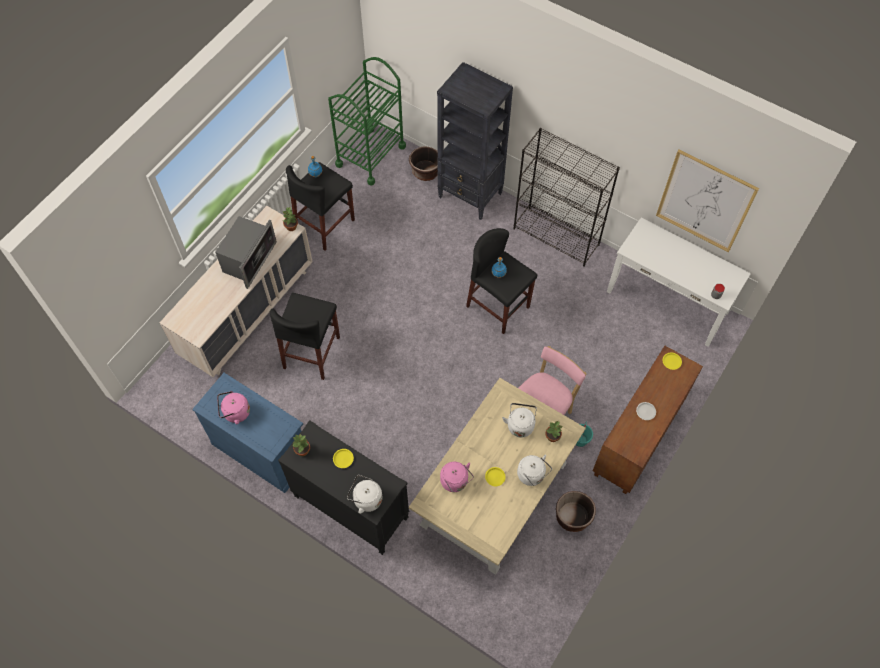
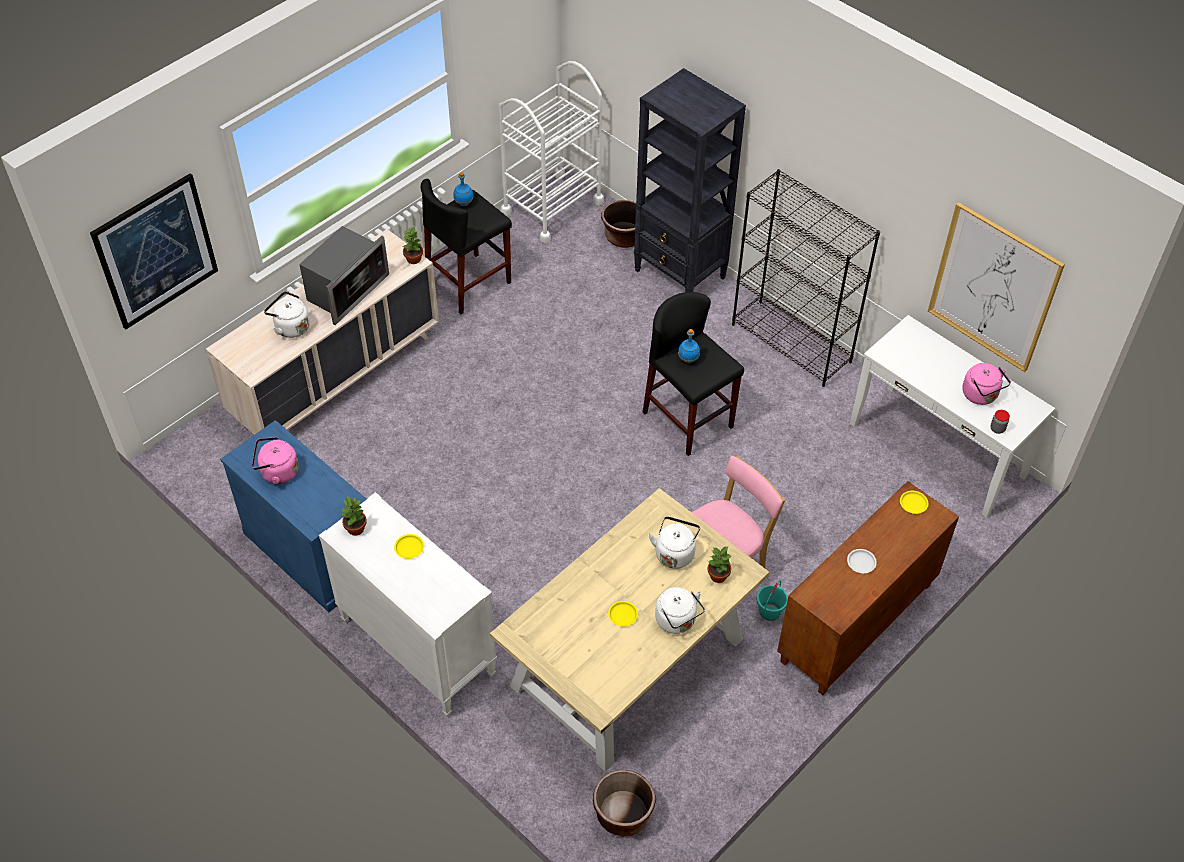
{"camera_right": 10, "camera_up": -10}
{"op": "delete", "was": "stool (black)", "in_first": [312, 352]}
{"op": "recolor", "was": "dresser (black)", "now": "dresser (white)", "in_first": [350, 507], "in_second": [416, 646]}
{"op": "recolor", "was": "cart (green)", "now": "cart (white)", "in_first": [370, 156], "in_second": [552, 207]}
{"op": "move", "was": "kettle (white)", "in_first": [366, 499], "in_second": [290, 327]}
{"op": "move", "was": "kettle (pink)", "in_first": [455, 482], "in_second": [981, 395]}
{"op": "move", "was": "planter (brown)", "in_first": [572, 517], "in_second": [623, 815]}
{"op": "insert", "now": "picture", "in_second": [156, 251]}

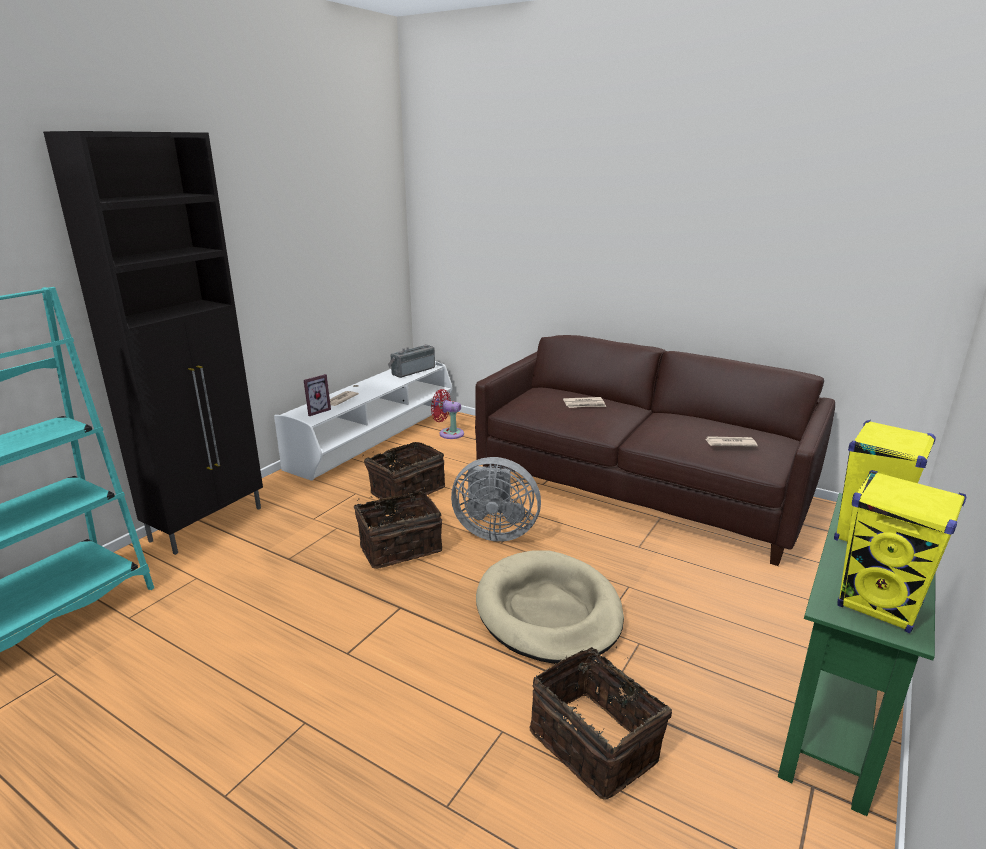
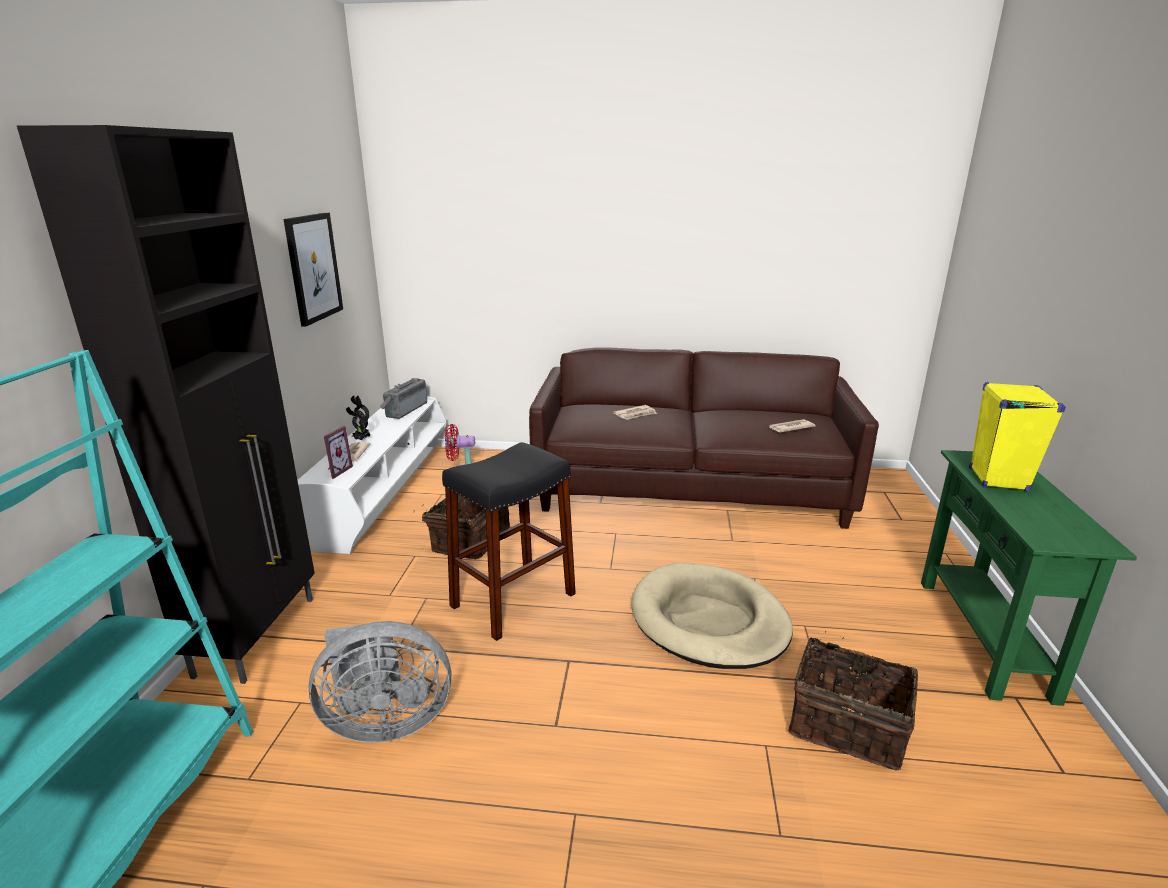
{"camera_right": -25, "camera_up": 0}
{"op": "replace", "was": "basket", "now": "stool (black)", "in_first": [399, 547], "in_second": [513, 600]}
{"op": "move", "was": "fan (grey)", "in_first": [494, 531], "in_second": [385, 721]}
{"op": "delete", "was": "speaker (yellow)", "in_first": [879, 606]}
{"op": "insert", "now": "picture", "in_second": [313, 267]}
{"op": "insert", "now": "potted plant", "in_second": [361, 440]}

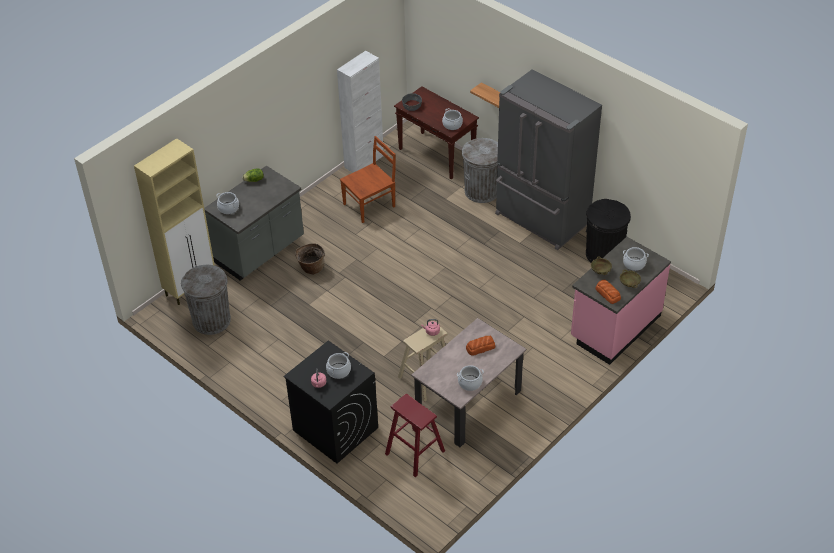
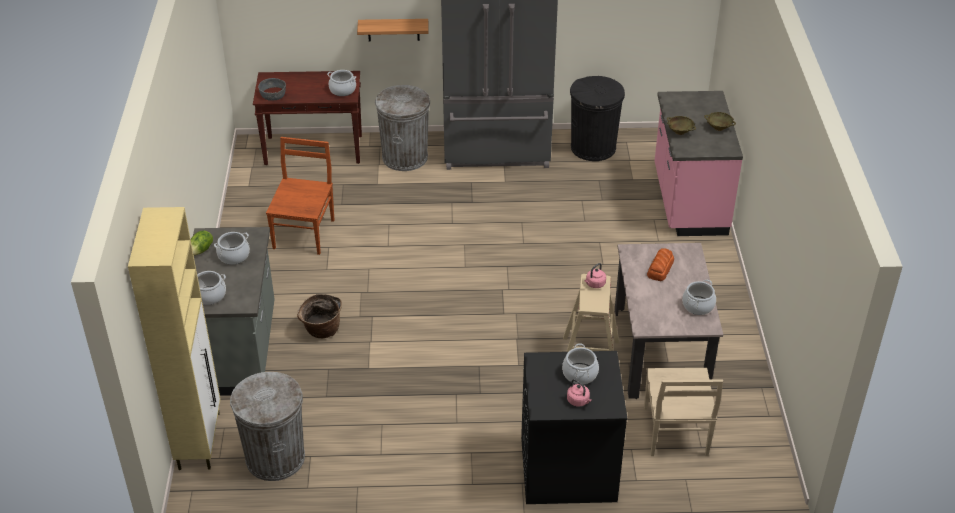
{"camera_right": -45, "camera_up": -5}
{"op": "delete", "was": "cabinet (white)", "in_first": [364, 162]}
{"op": "replace", "was": "stool (red)", "now": "chair (beige)", "in_first": [415, 452], "in_second": [675, 433]}
{"op": "delete", "was": "bread", "in_first": [607, 293]}
{"op": "move", "was": "cooking pot", "in_first": [634, 264], "in_second": [233, 256]}

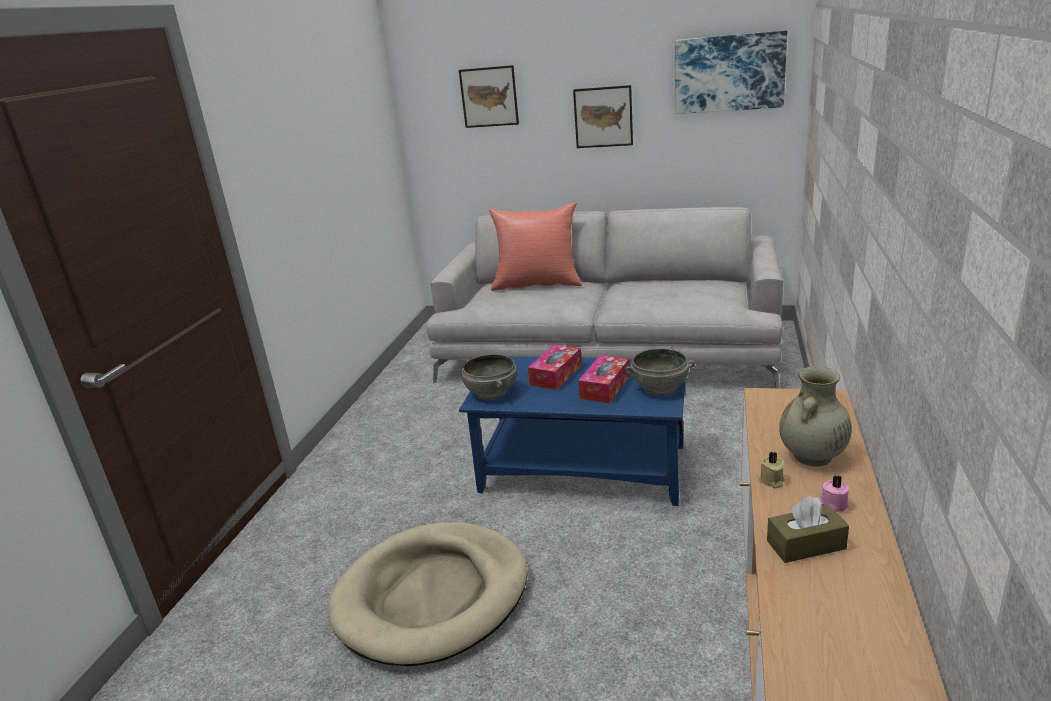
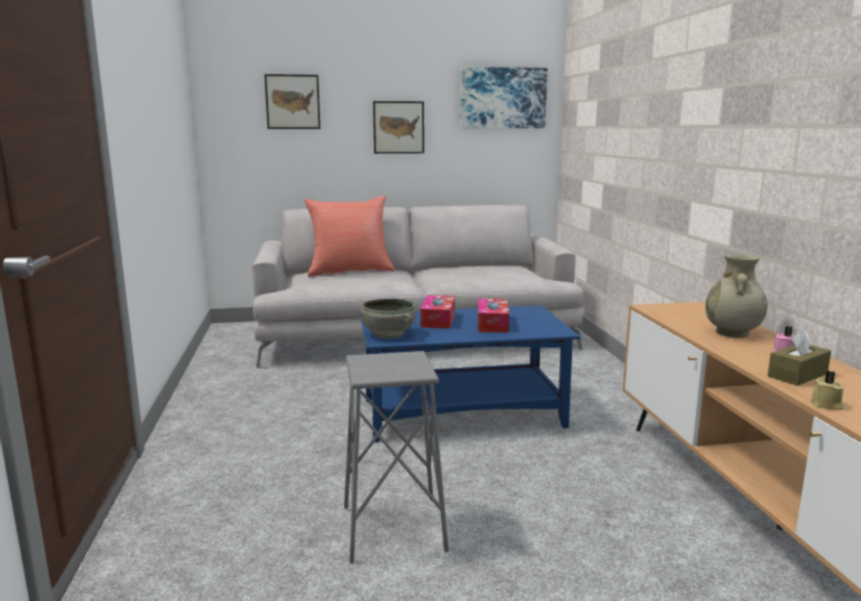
{"camera_right": -25, "camera_up": -10}
{"op": "replace", "was": "dog bed (beige)", "now": "stool (grey)", "in_first": [432, 596], "in_second": [394, 528]}
{"op": "delete", "was": "bowl (grey)", "in_first": [660, 388]}
{"op": "move", "was": "candle (beige)", "in_first": [771, 481], "in_second": [826, 405]}

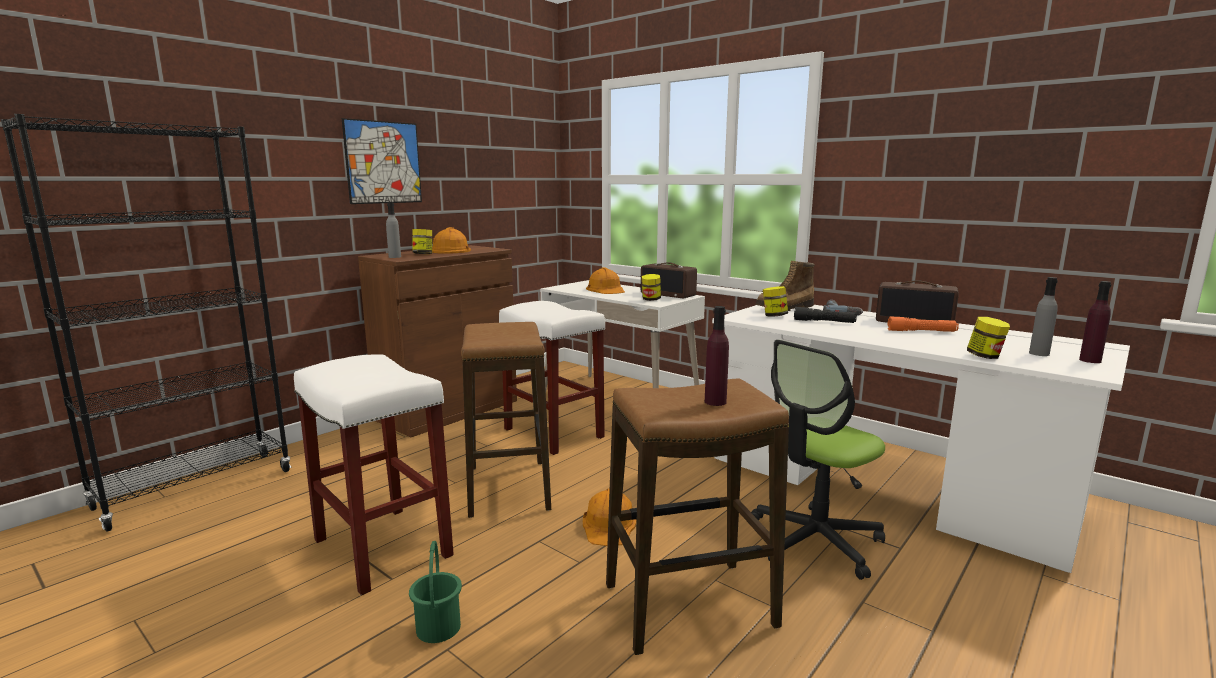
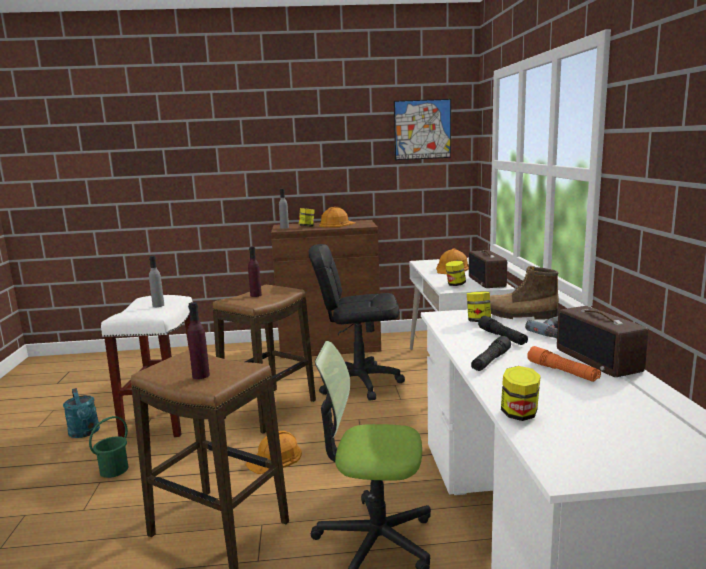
{"camera_right": 45, "camera_up": 0}
{"op": "delete", "was": "bookcase (black)", "in_first": [195, 489]}
{"op": "move", "was": "picture", "in_first": [383, 162], "in_second": [422, 129]}
{"op": "replace", "was": "stool (white)", "now": "office chair (black)", "in_first": [552, 433], "in_second": [359, 382]}
{"op": "move", "was": "bottle (grey)", "in_first": [1039, 353], "in_second": [158, 305]}
{"op": "move", "was": "bottle (purple)", "in_first": [1090, 360], "in_second": [256, 295]}
{"op": "insert", "now": "watering can (turquoise)", "in_second": [85, 433]}
{"op": "insert", "now": "flashlight (black)", "in_second": [490, 361]}

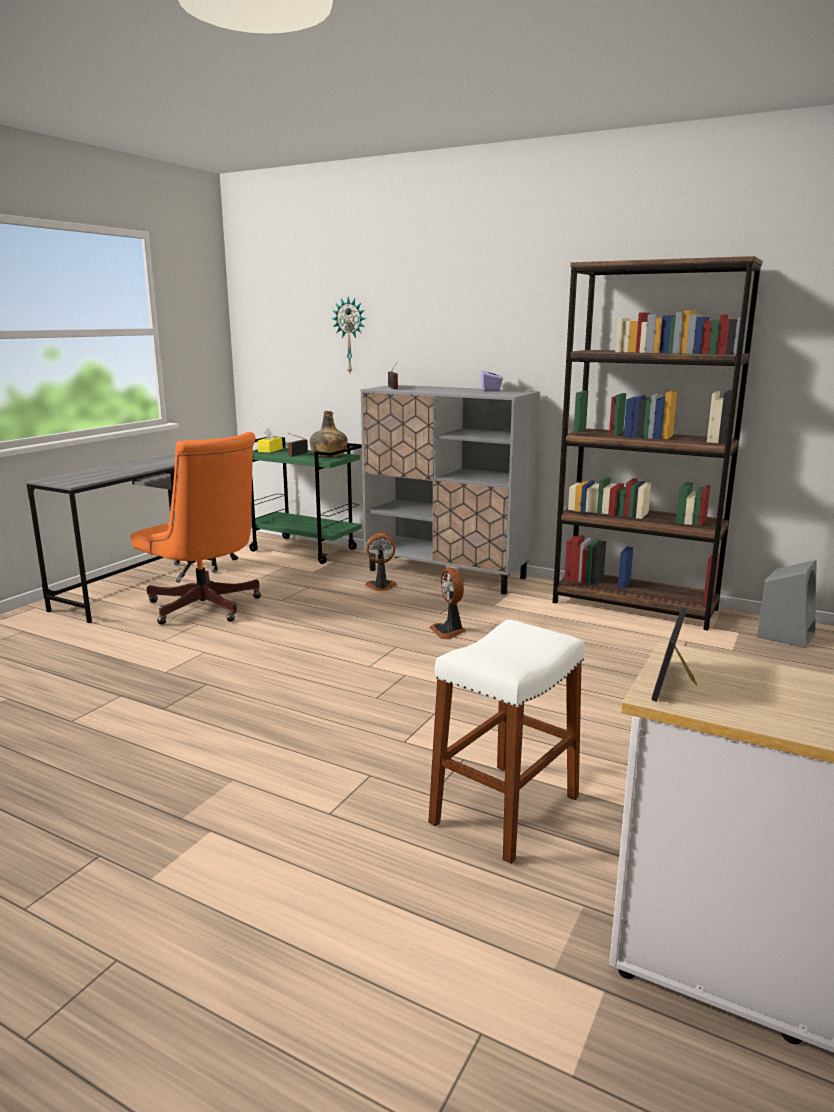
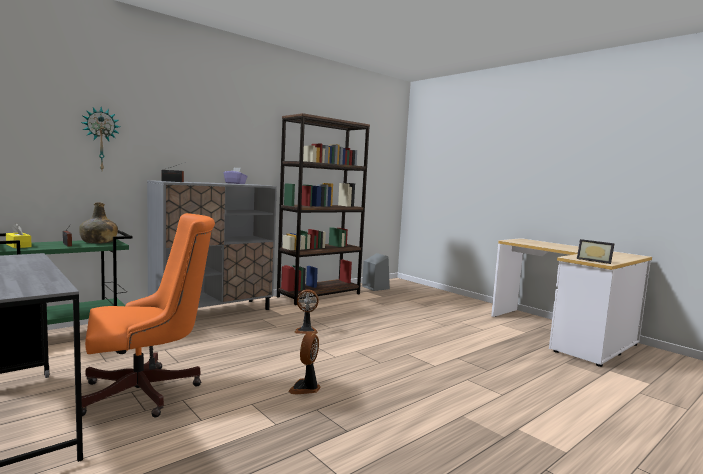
{"camera_right": -70, "camera_up": -10}
{"op": "move", "was": "fan", "in_first": [381, 587], "in_second": [306, 388]}
{"op": "delete", "was": "stool (white)", "in_first": [505, 810]}

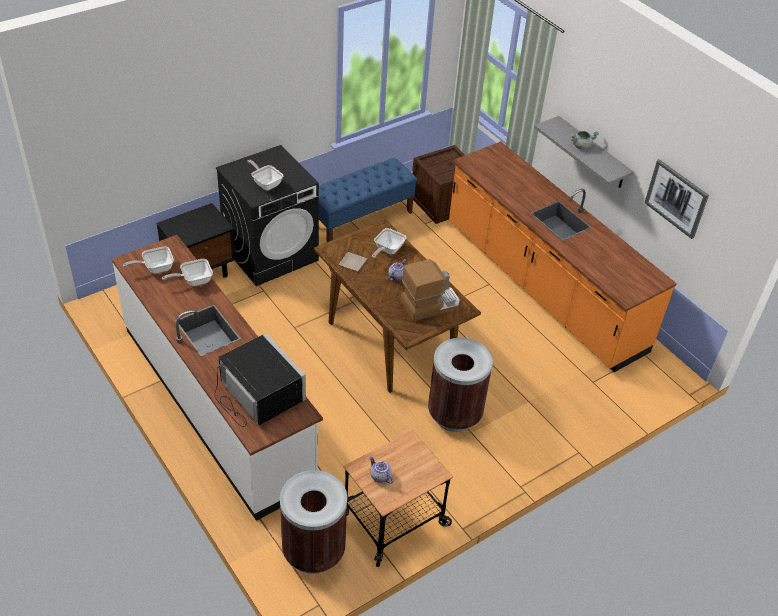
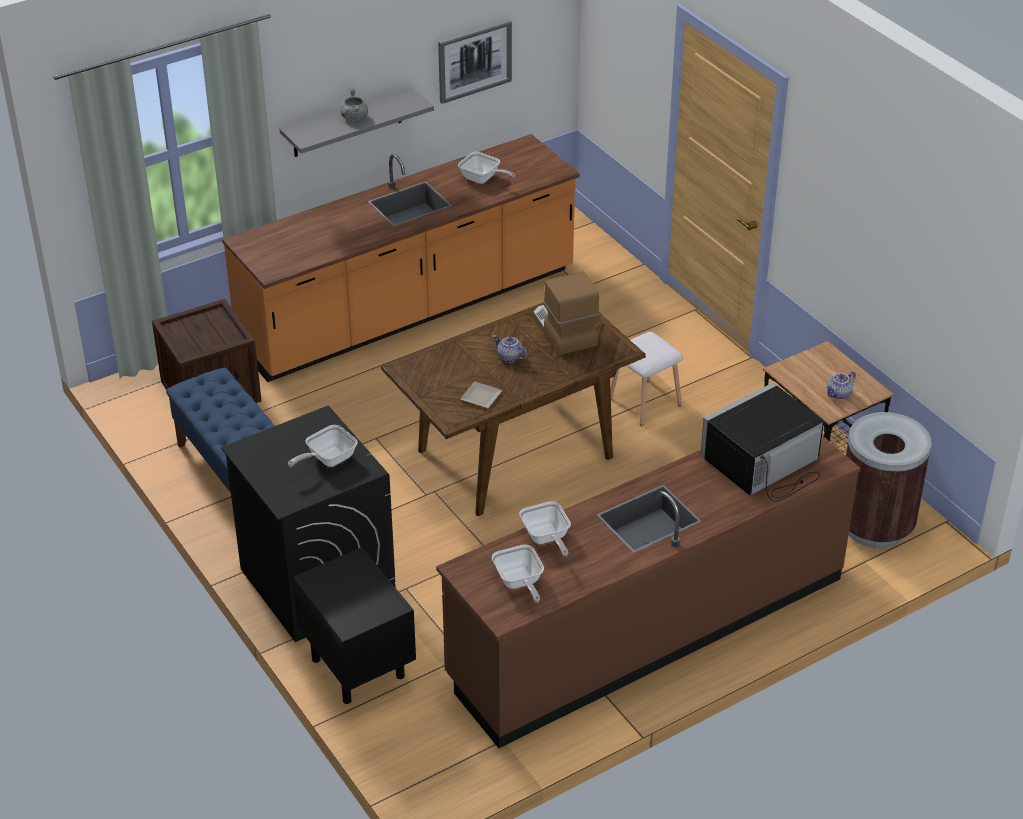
{"camera_right": -85, "camera_up": -5}
{"op": "recolor", "was": "counter (white)", "now": "counter (brown)", "in_first": [217, 404], "in_second": [647, 628]}
{"op": "move", "was": "frying pan", "in_first": [387, 250], "in_second": [482, 179]}
{"op": "replace", "was": "trash can (brown)", "now": "stool (white)", "in_first": [454, 414], "in_second": [646, 402]}

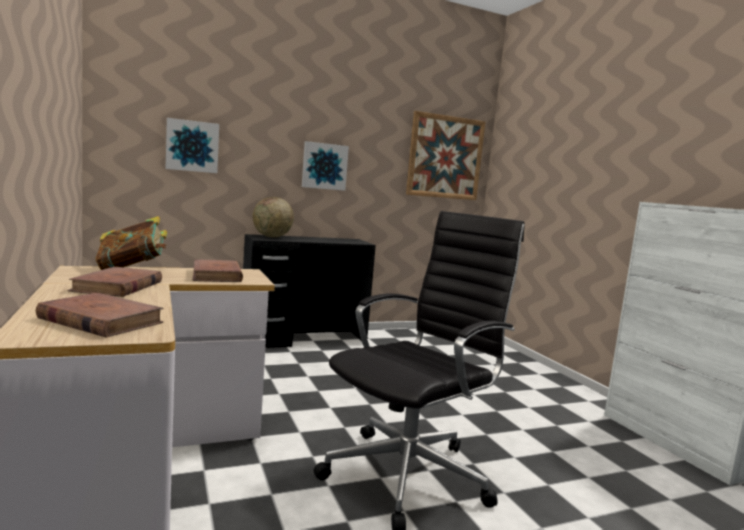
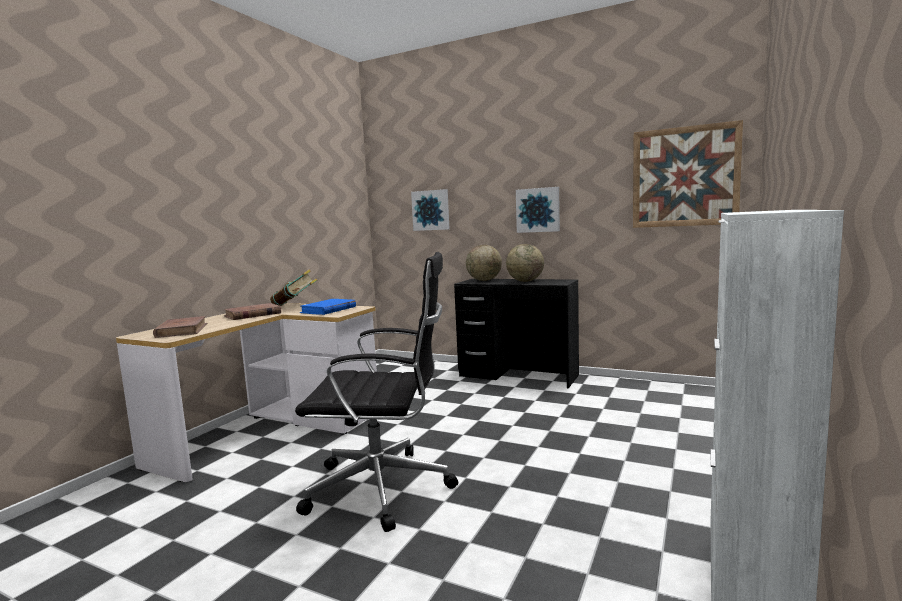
{"camera_right": 50, "camera_up": 0}
{"op": "recolor", "was": "book (brown)", "now": "book (blue)", "in_first": [216, 275], "in_second": [328, 310]}
{"op": "insert", "now": "globe", "in_second": [525, 281]}

